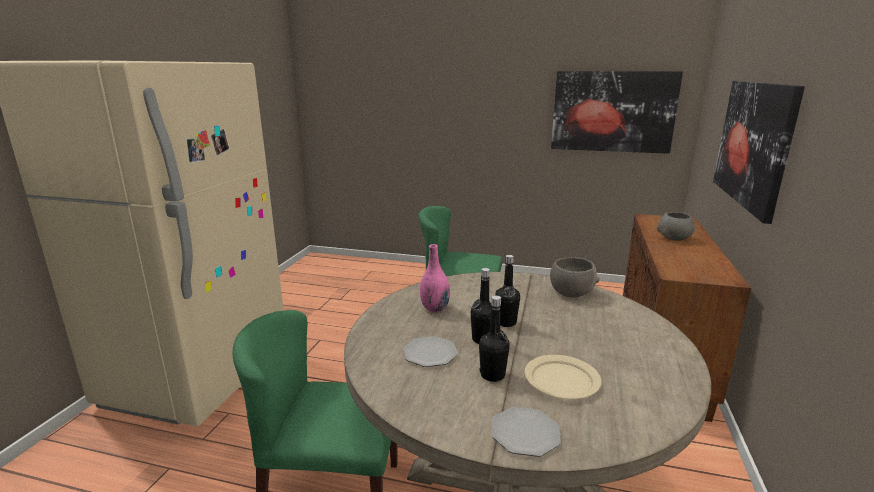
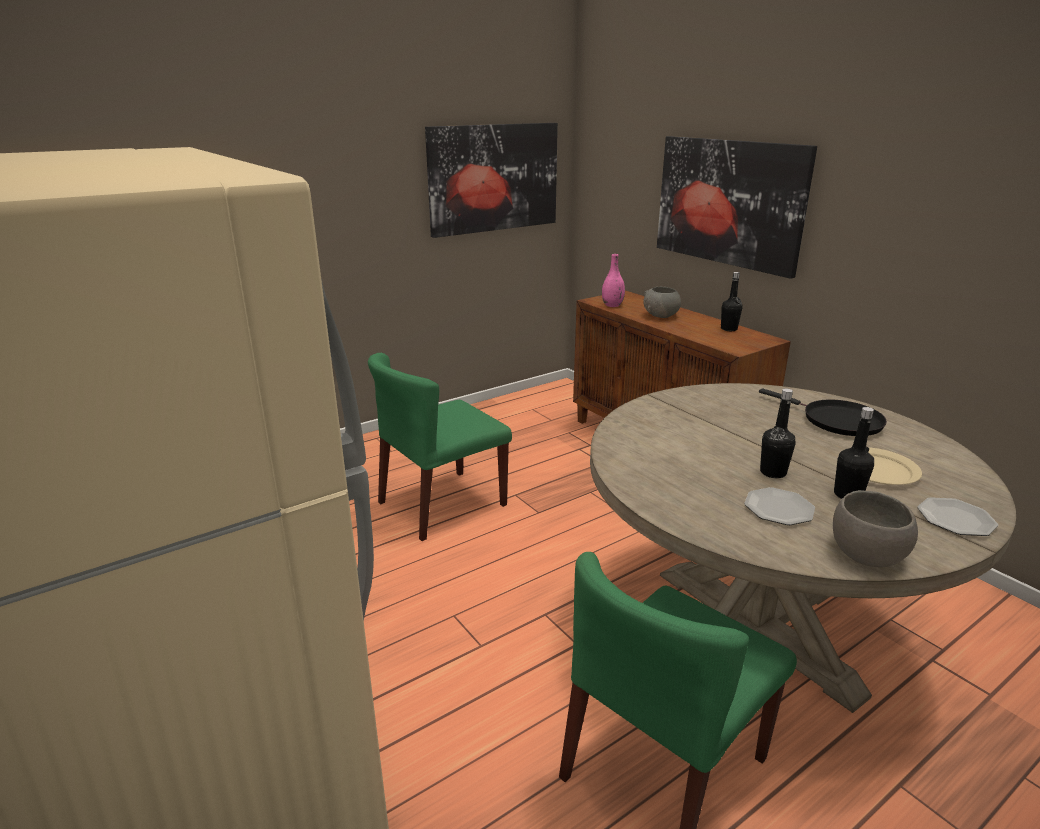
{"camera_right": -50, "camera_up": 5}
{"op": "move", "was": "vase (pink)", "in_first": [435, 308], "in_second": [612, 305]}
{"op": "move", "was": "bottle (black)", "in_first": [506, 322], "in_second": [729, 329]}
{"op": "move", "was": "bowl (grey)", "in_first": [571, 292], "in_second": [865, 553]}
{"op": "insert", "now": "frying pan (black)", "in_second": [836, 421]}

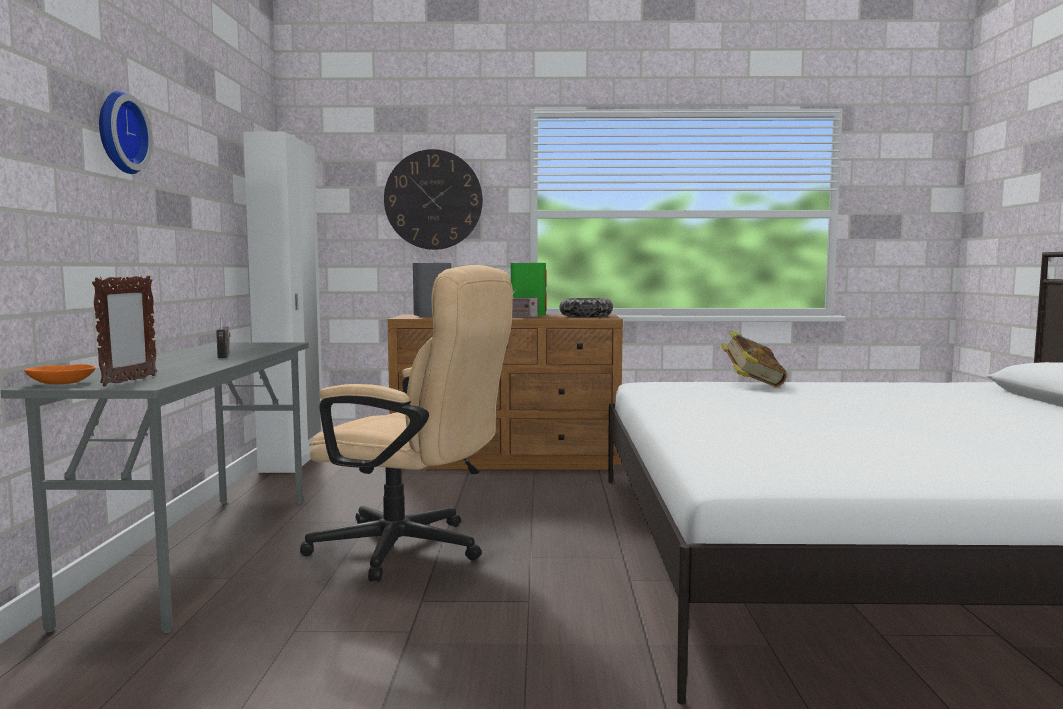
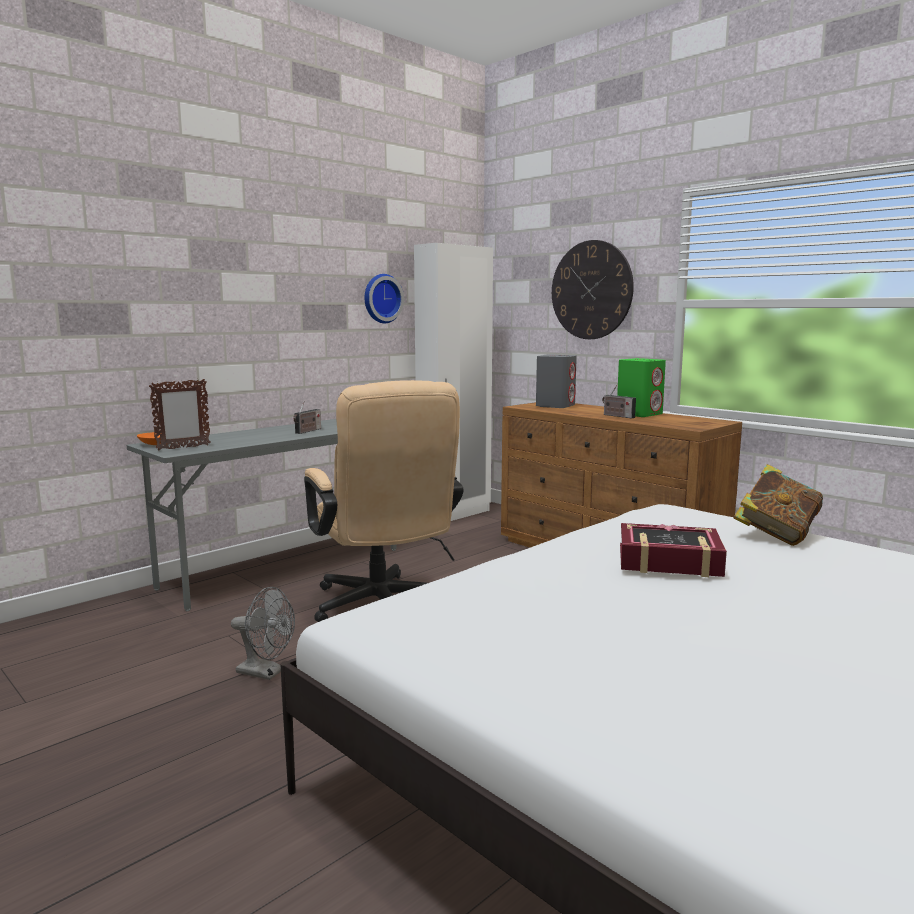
{"camera_right": 45, "camera_up": 5}
{"op": "move", "was": "wall clock", "in_first": [118, 132], "in_second": [381, 298]}
{"op": "delete", "was": "bowl", "in_first": [586, 316]}
{"op": "insert", "now": "fan (grey)", "in_second": [266, 672]}
{"op": "insert", "now": "book", "in_second": [669, 561]}

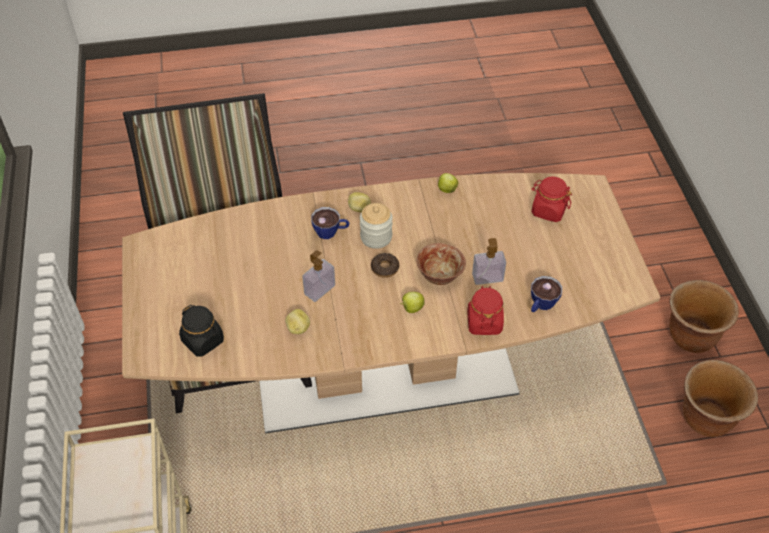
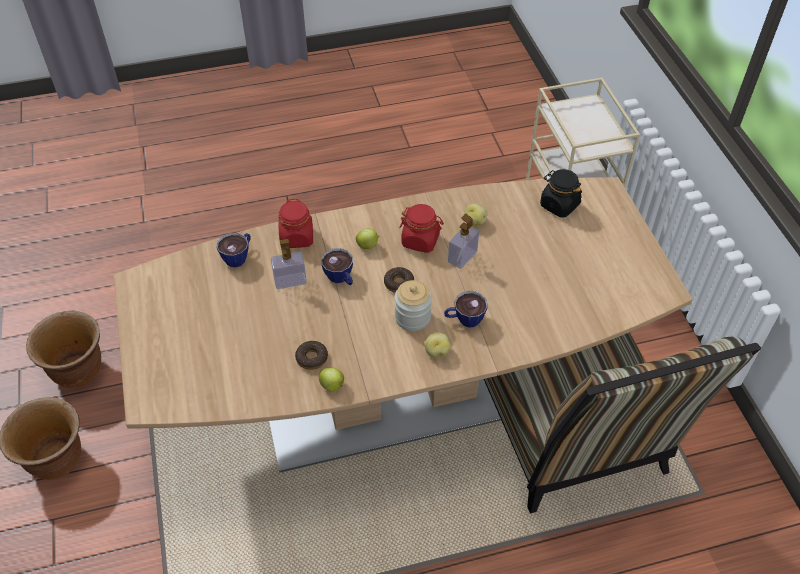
{"camera_right": 175, "camera_up": 0}
{"op": "replace", "was": "bowl", "now": "cup", "in_first": [439, 276], "in_second": [341, 279]}
{"op": "move", "was": "jar (red)", "in_first": [548, 210], "in_second": [420, 240]}
{"op": "insert", "now": "donut", "in_second": [312, 358]}

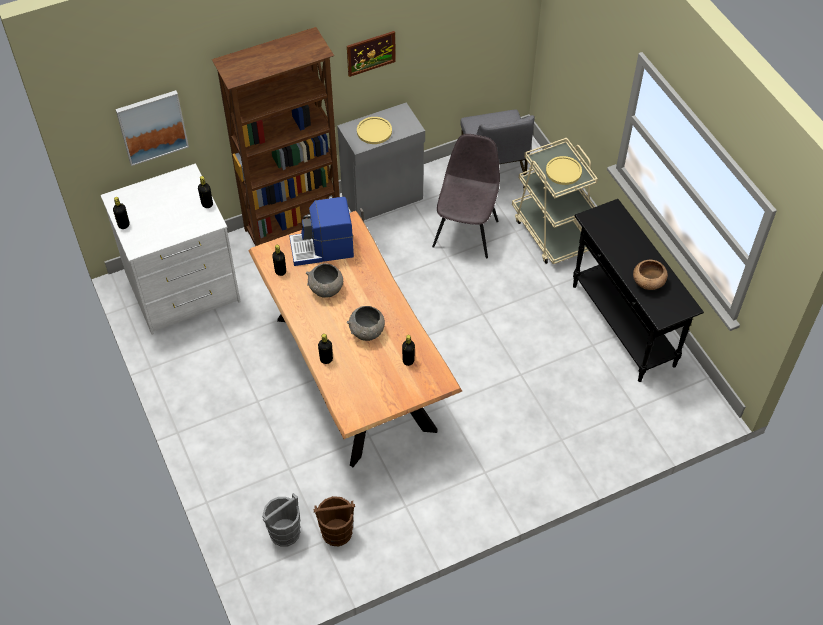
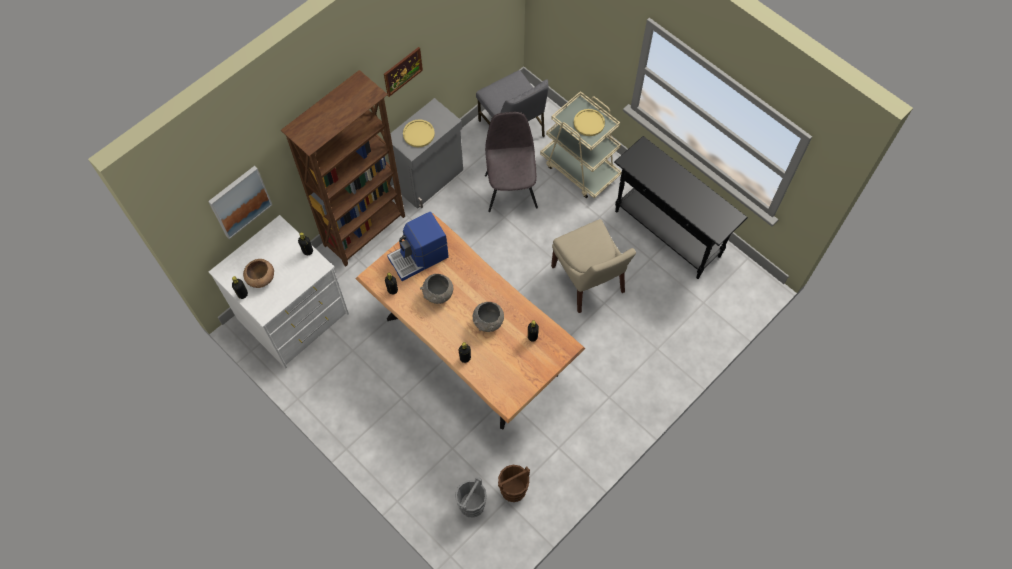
{"camera_right": -20, "camera_up": 10}
{"op": "move", "was": "bowl (brown)", "in_first": [648, 282], "in_second": [260, 278]}
{"op": "insert", "now": "chair (beige)", "in_second": [589, 281]}

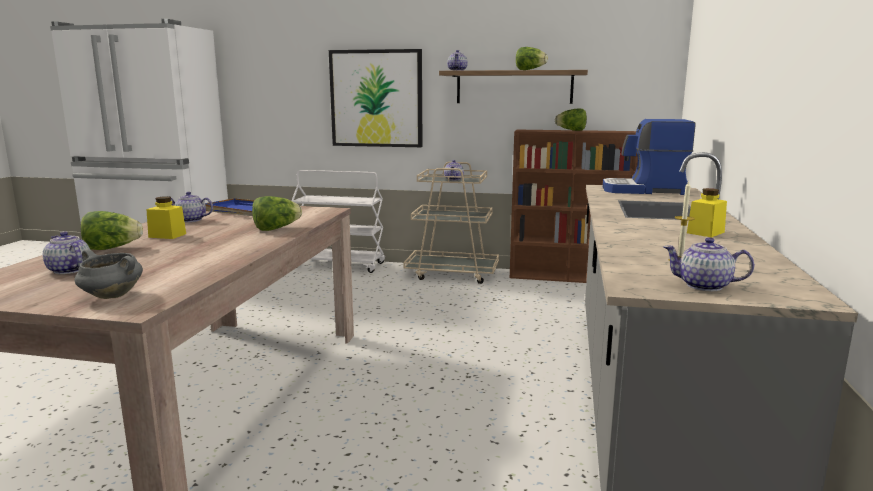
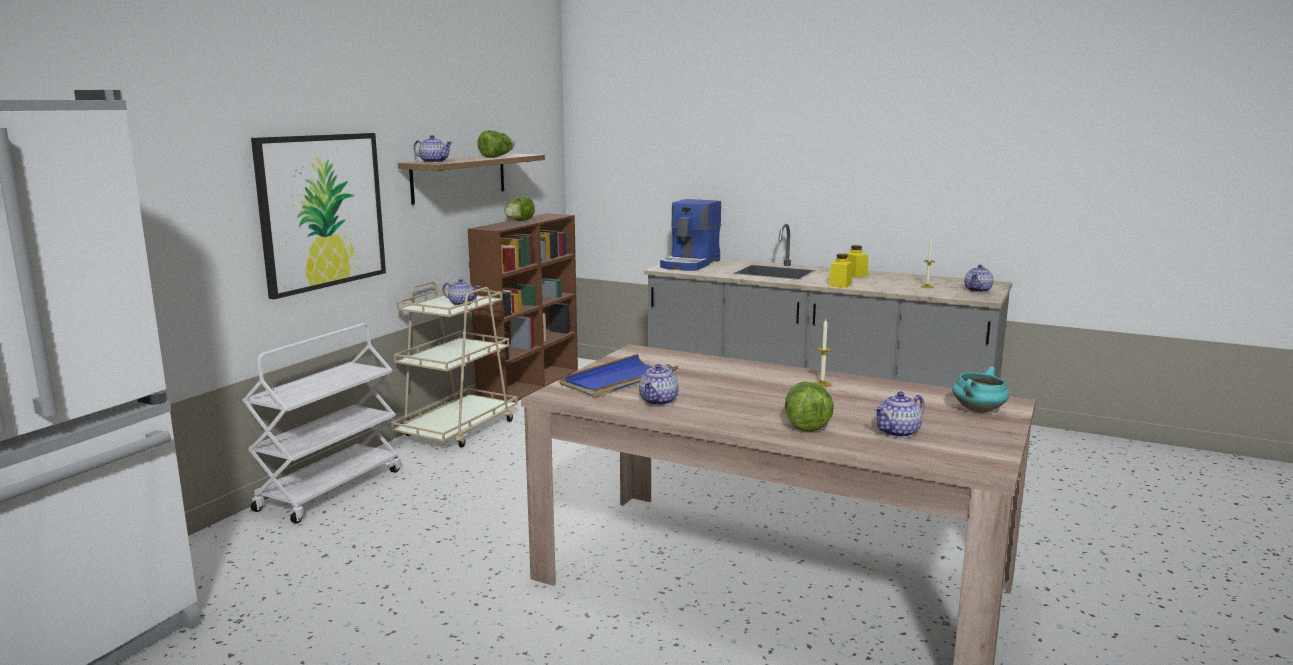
{"camera_right": -75, "camera_up": 0}
{"op": "recolor", "was": "cooking pot (grey)", "now": "cooking pot (turquoise)", "in_first": [111, 296], "in_second": [978, 411]}
{"op": "move", "was": "jar (yellow)", "in_first": [167, 235], "in_second": [840, 285]}
{"op": "delete", "was": "lettuce", "in_first": [276, 229]}
{"op": "insert", "now": "candle", "in_second": [822, 384]}

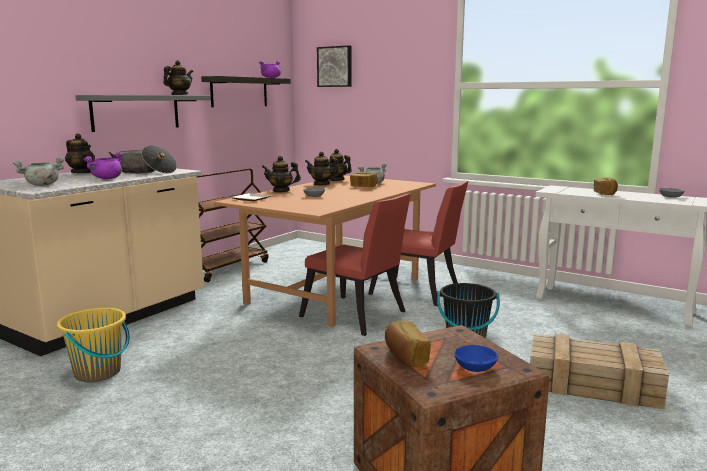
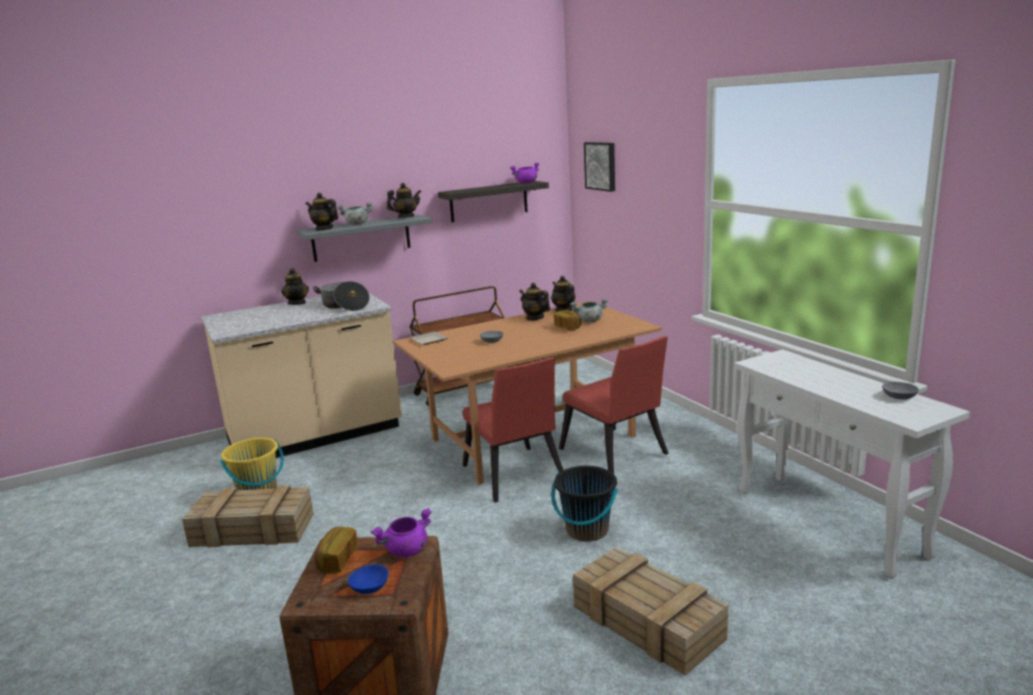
{"camera_right": 30, "camera_up": 5}
{"op": "move", "was": "cooking pot (grey)", "in_first": [42, 185], "in_second": [356, 224]}
{"op": "move", "was": "cooking pot (purple)", "in_first": [106, 178], "in_second": [406, 551]}
{"op": "move", "was": "teapot", "in_first": [281, 191], "in_second": [324, 229]}
{"op": "delete", "was": "bread", "in_first": [605, 194]}
{"op": "insert", "now": "crate", "in_second": [250, 530]}

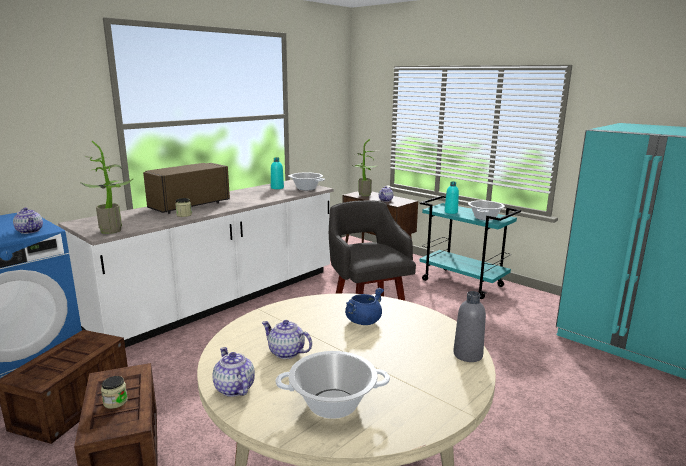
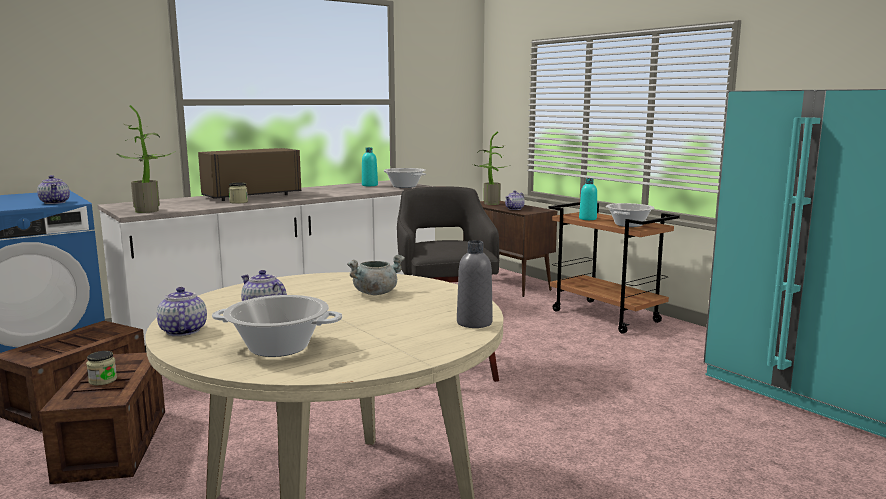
{"camera_right": 10, "camera_up": -5}
{"op": "recolor", "was": "cooking pot (blue)", "now": "cooking pot (grey)", "in_first": [363, 321], "in_second": [375, 293]}
{"op": "recolor", "was": "cart (turquoise)", "now": "cart (brown)", "in_first": [463, 283], "in_second": [606, 316]}

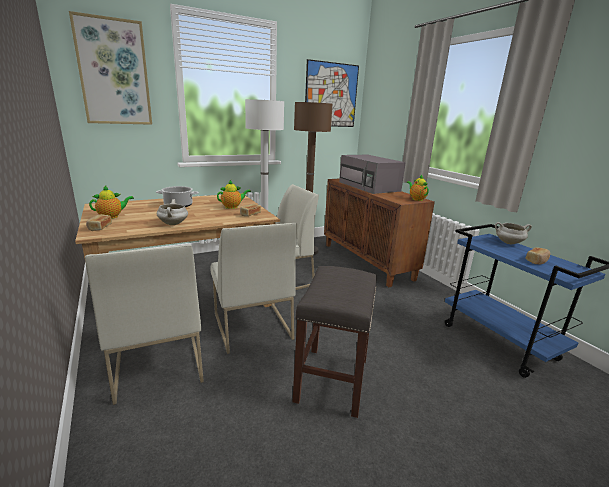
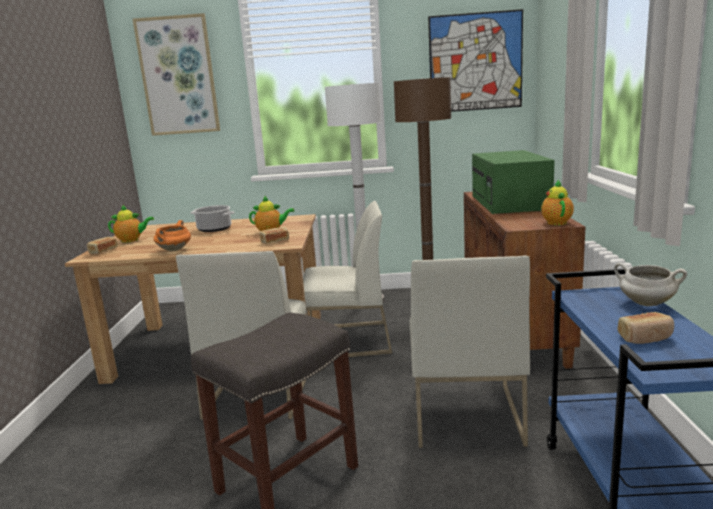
{"camera_right": 30, "camera_up": -5}
{"op": "move", "was": "chair (white)", "in_first": [157, 363], "in_second": [464, 414]}
{"op": "recolor", "was": "cooking pot (white)", "now": "cooking pot (orange)", "in_first": [173, 224], "in_second": [174, 250]}
{"op": "recolor", "was": "microwave (grey)", "now": "microwave (green)", "in_first": [369, 186], "in_second": [510, 203]}

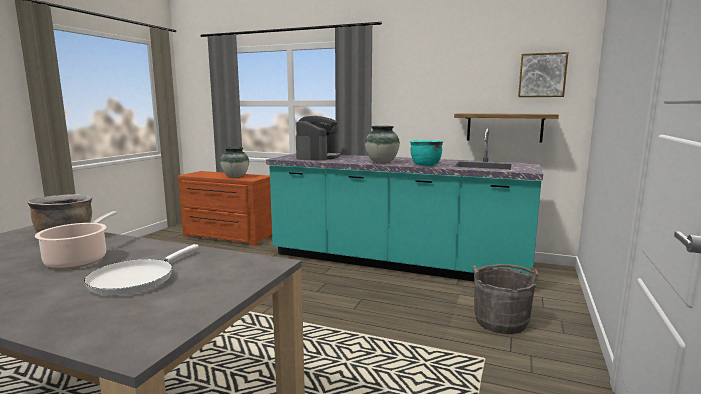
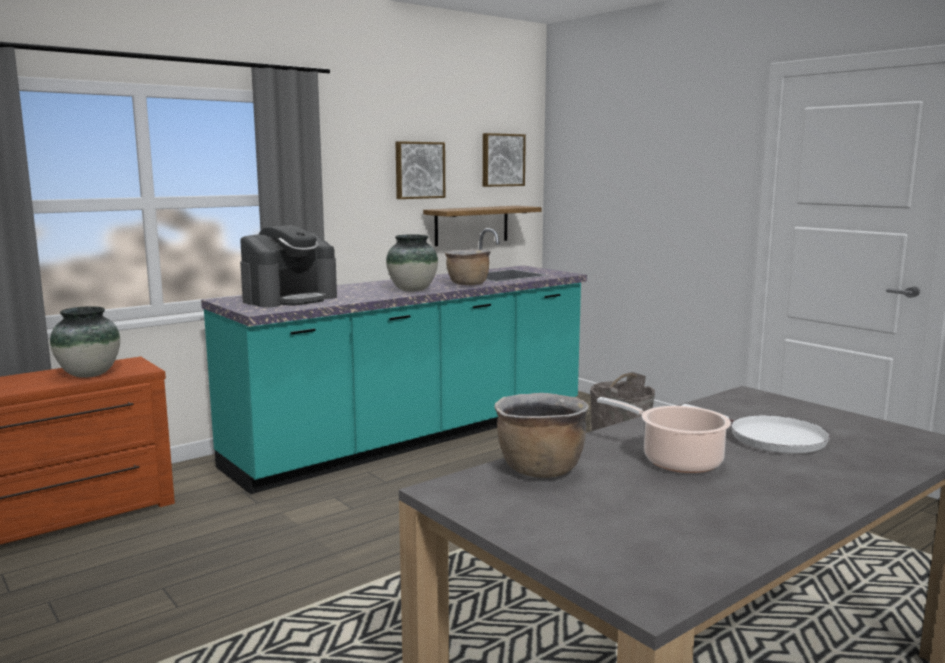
{"camera_right": -60, "camera_up": 0}
{"op": "rotate", "was": "coffee machine", "in_first": [318, 157], "in_second": [290, 299], "clockwise": 90}
{"op": "recolor", "was": "cooking pot (turquoise)", "now": "cooking pot (brown)", "in_first": [425, 165], "in_second": [467, 284]}
{"op": "insert", "now": "picture", "in_second": [419, 170]}

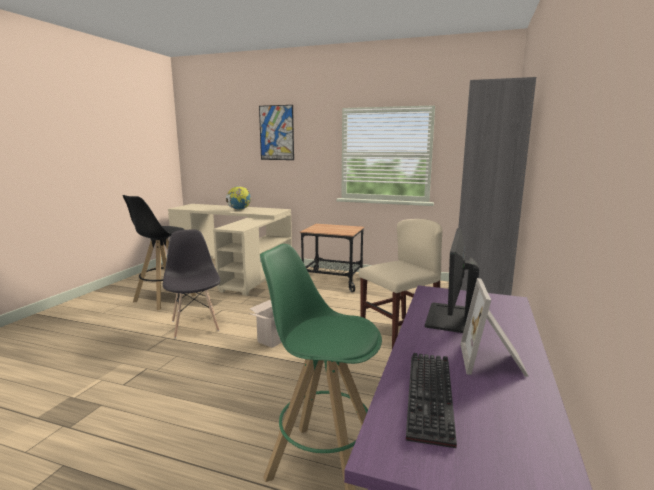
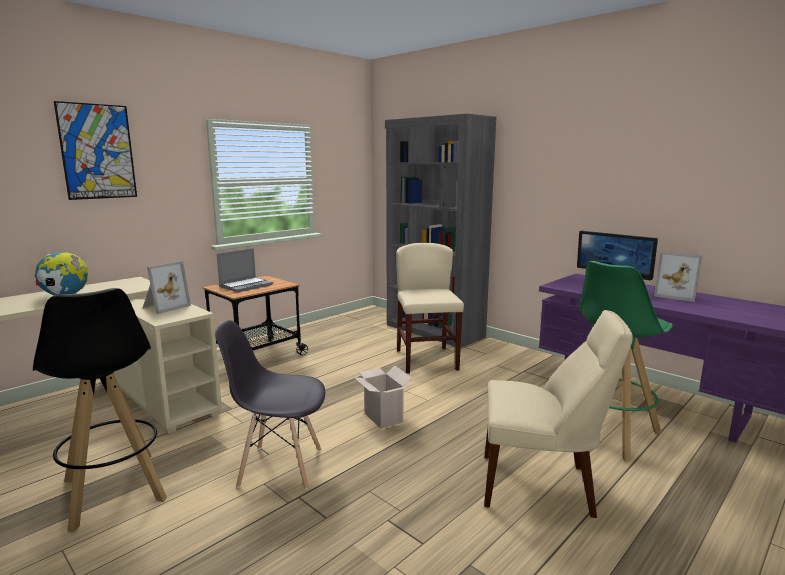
{"camera_right": -65, "camera_up": 0}
{"op": "delete", "was": "keyboard", "in_first": [432, 399]}
{"op": "insert", "now": "picture frame", "in_second": [164, 307]}
{"op": "insert", "now": "laptop", "in_second": [246, 285]}
{"op": "insert", "now": "chair (beige)", "in_second": [542, 486]}

